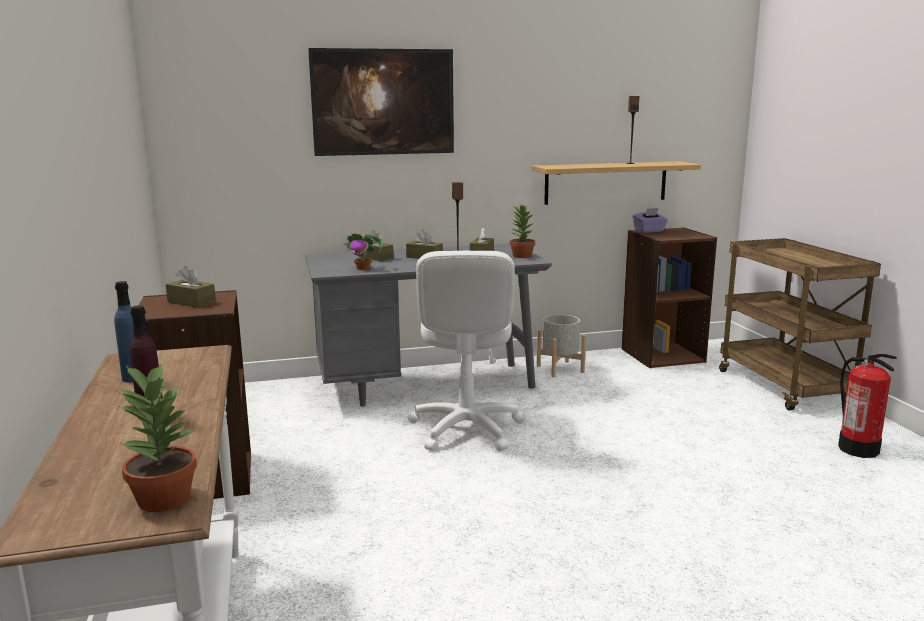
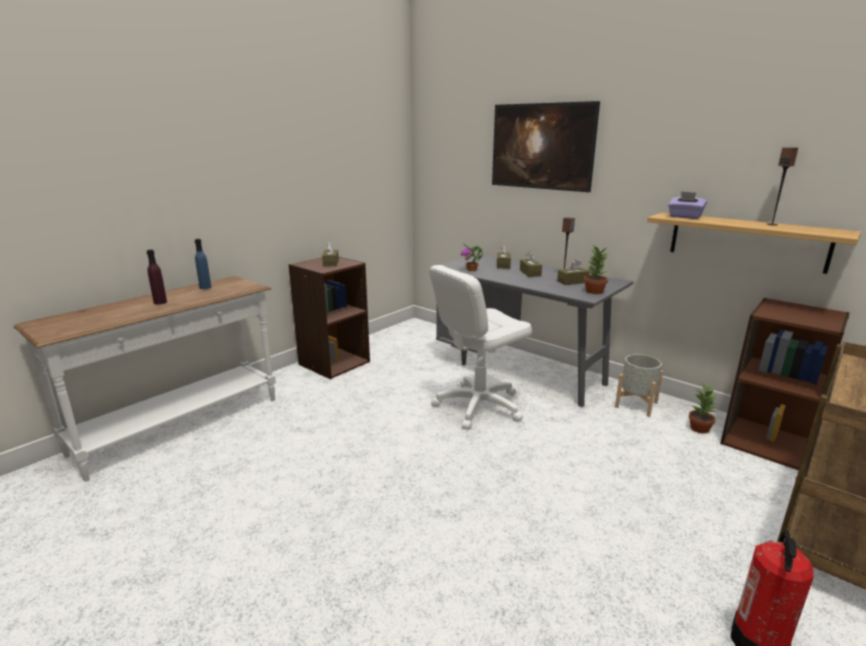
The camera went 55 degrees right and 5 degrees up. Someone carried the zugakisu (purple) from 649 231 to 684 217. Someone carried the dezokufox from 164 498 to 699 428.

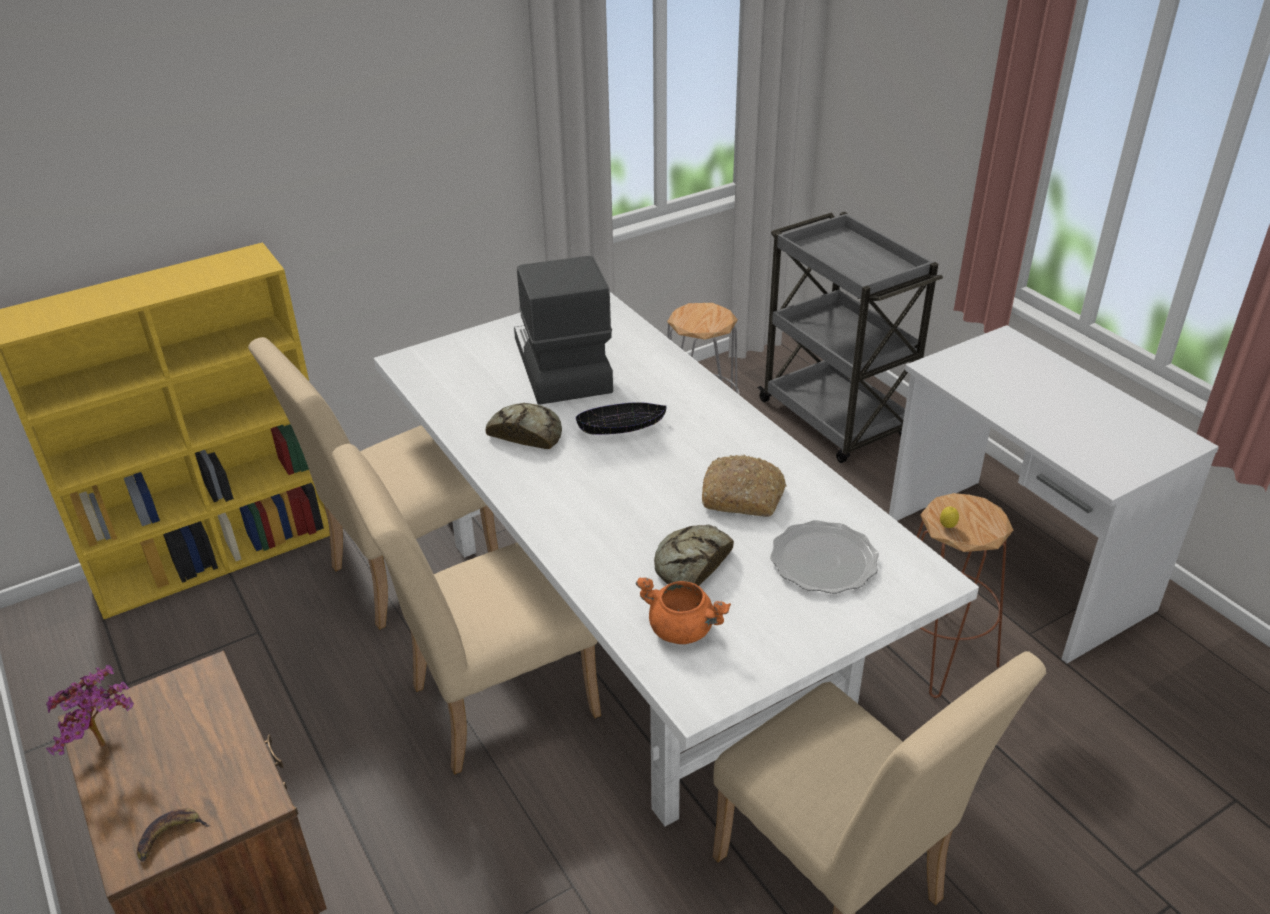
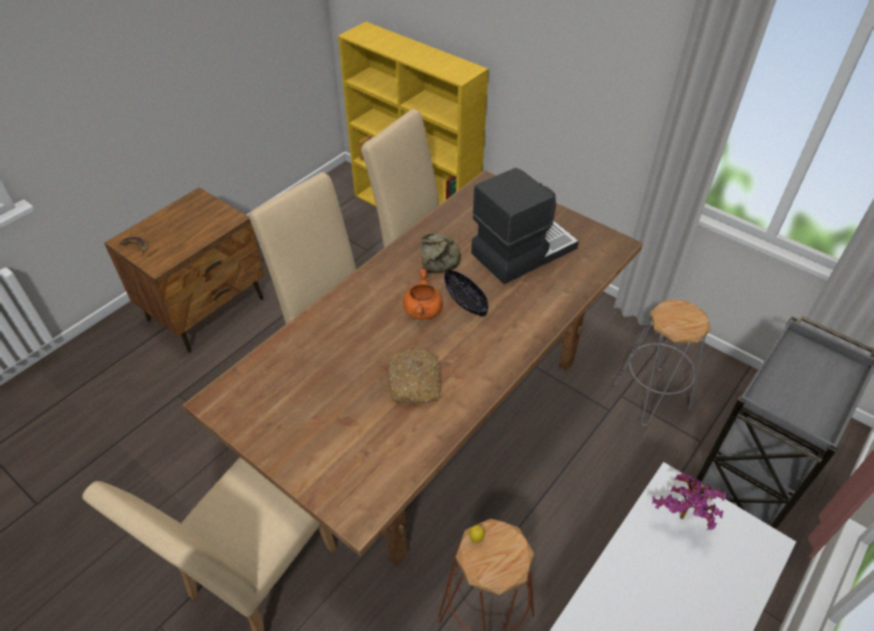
The camera went 70 degrees right and 10 degrees up. Someone repainted the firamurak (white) at 640 629, which became the firamurak (brown) at 436 416. Someone took away the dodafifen at 824 561. Someone took away the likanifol at 691 564. Someone carried the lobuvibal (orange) from 683 629 to 423 311. Someone carried the dezokufox from 107 747 to 682 522.

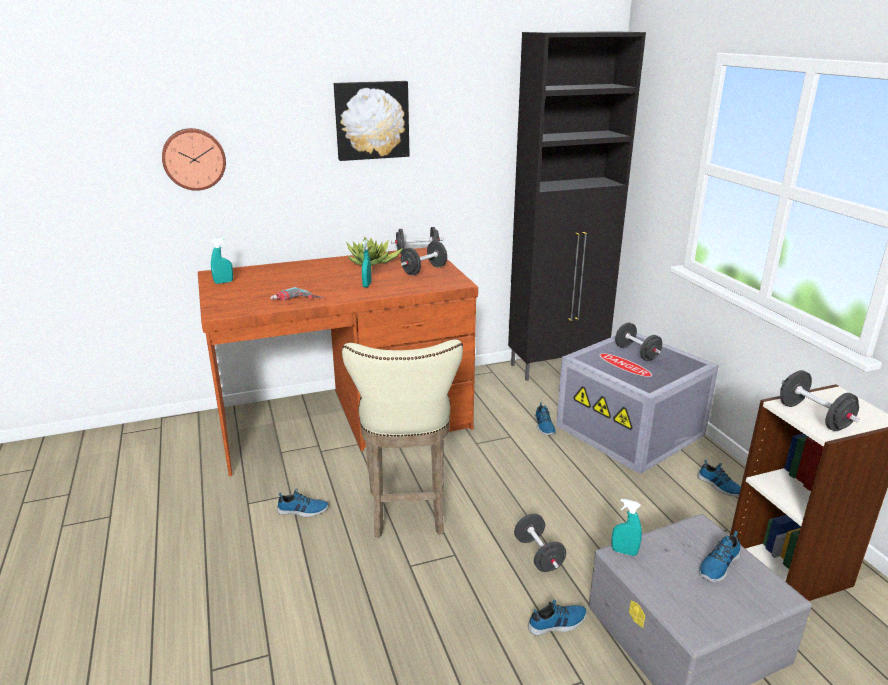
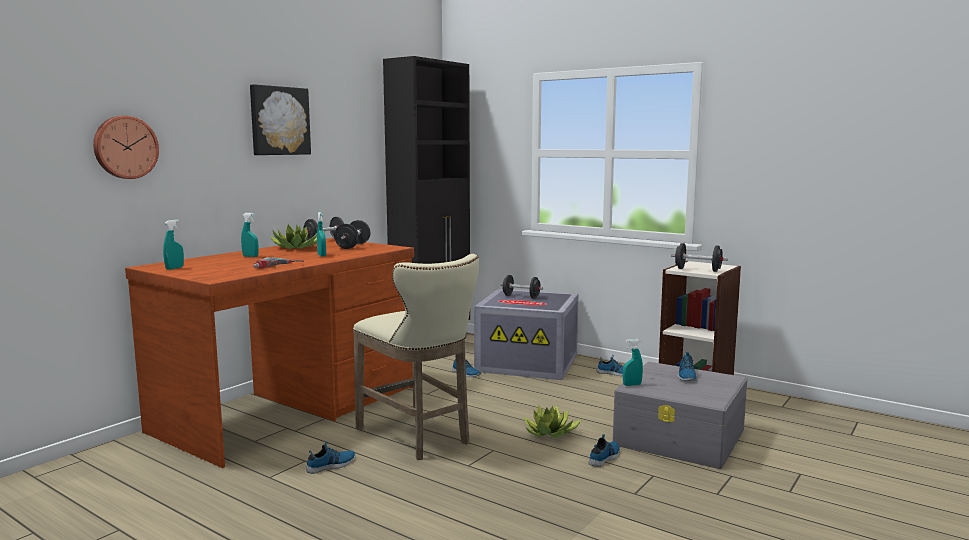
The camera went 35 degrees left and 15 degrees down. Someone swapped the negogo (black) at 538 555 for the dezokufox at 550 433. Someone put down the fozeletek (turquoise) at 250 256.

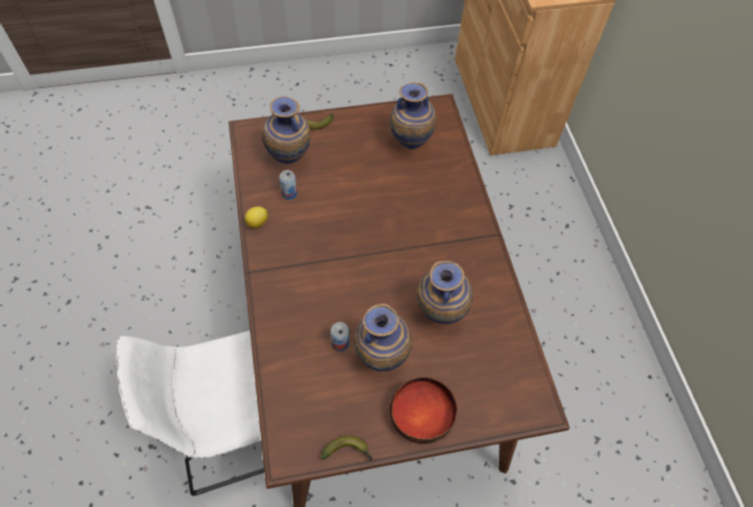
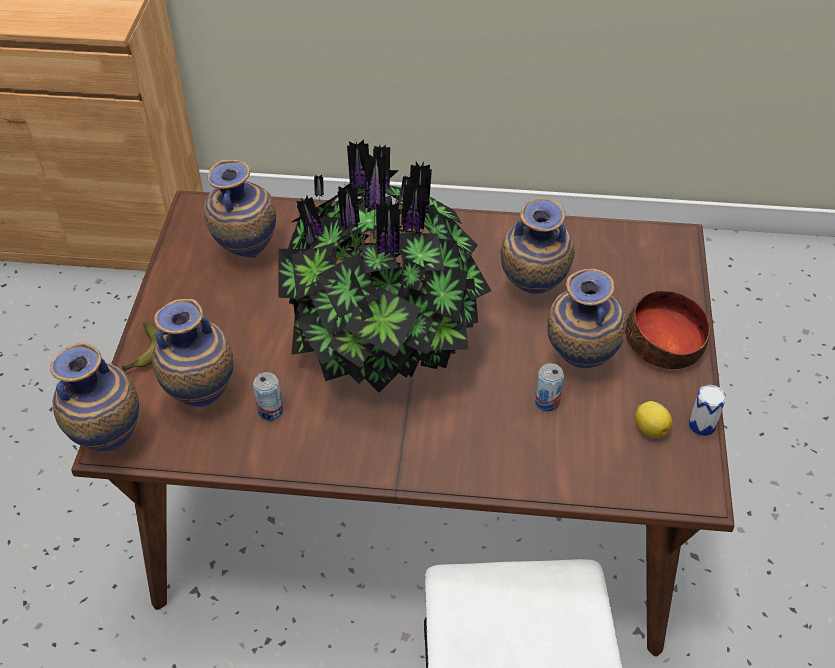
The camera went 70 degrees left and 10 degrees down. Someone carried the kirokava from 258 222 to 650 428. Someone swapped the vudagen at 348 452 for the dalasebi at 702 425. Someone put down the dezokufox at 385 344. Someone put down the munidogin at 110 441.

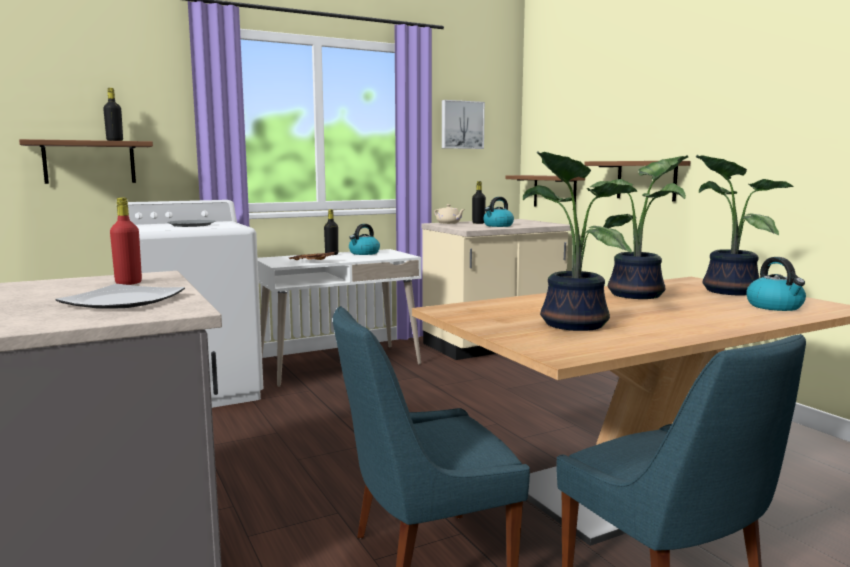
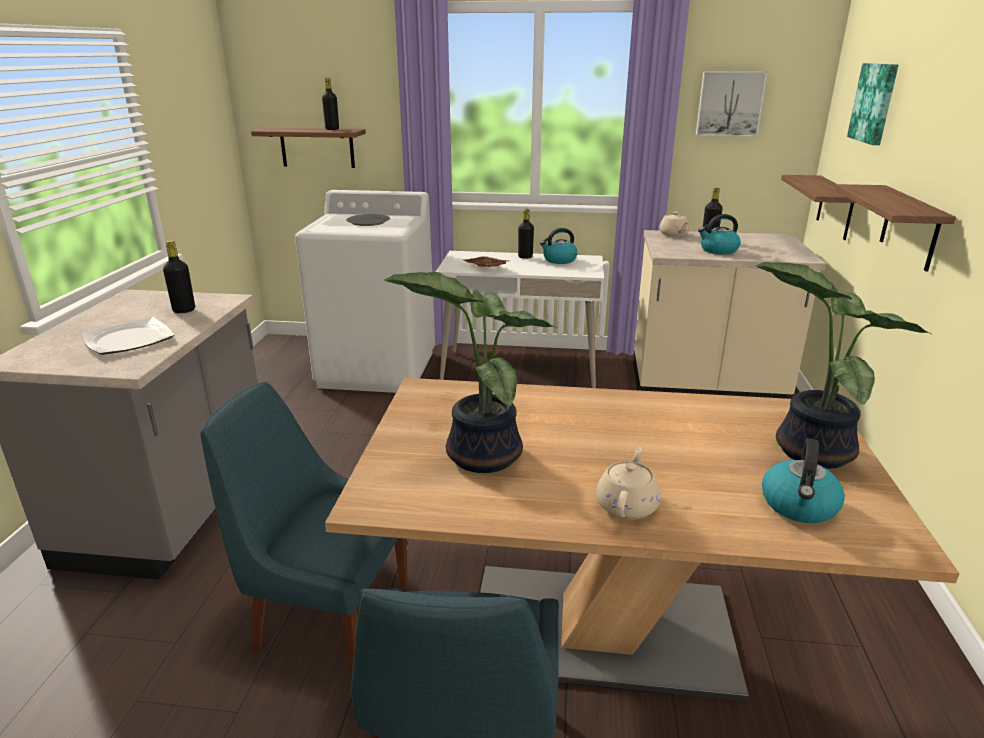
The camera went 35 degrees right and 15 degrees up. Someone took away the dezokufox at 639 295. Someone repainted the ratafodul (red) at 128 283, which became the ratafodul (black) at 184 310. Someone put up the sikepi at 875 103. Someone put down the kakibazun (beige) at 627 505.

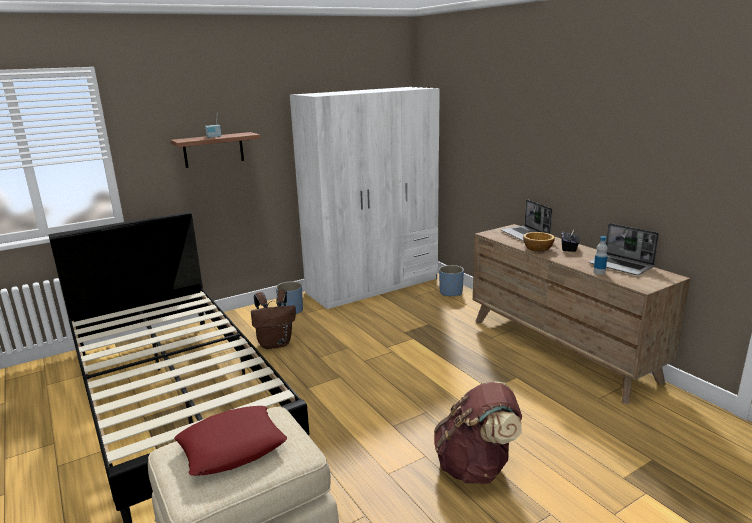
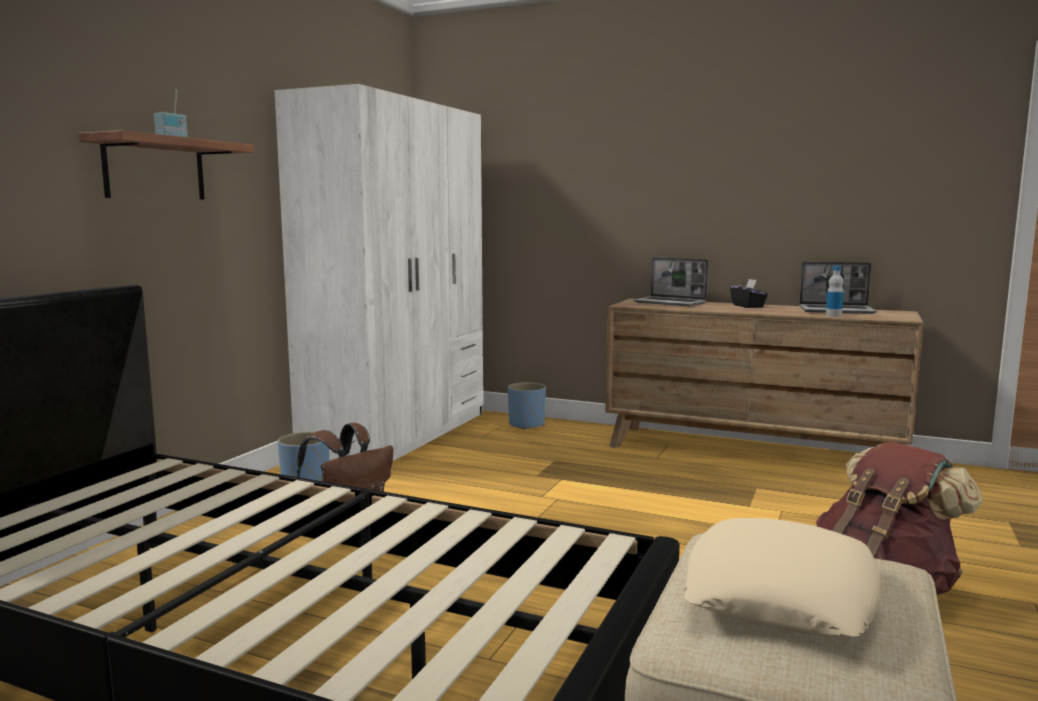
The camera went 35 degrees left and 10 degrees down. Someone took away the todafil at 537 248. Someone repainted the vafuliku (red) at 232 447, which became the vafuliku (beige) at 779 593.

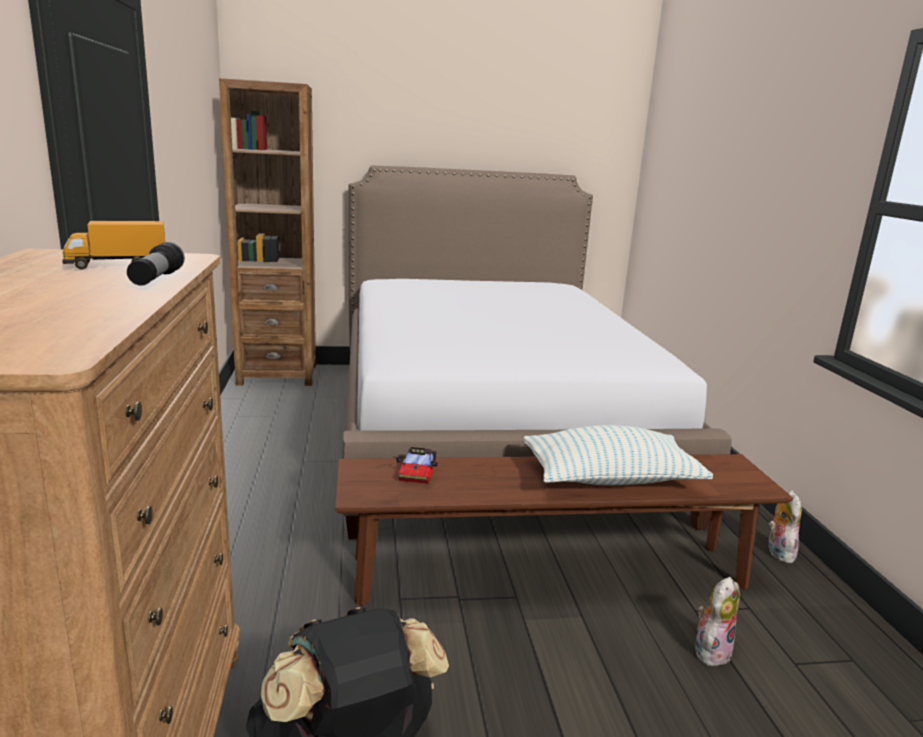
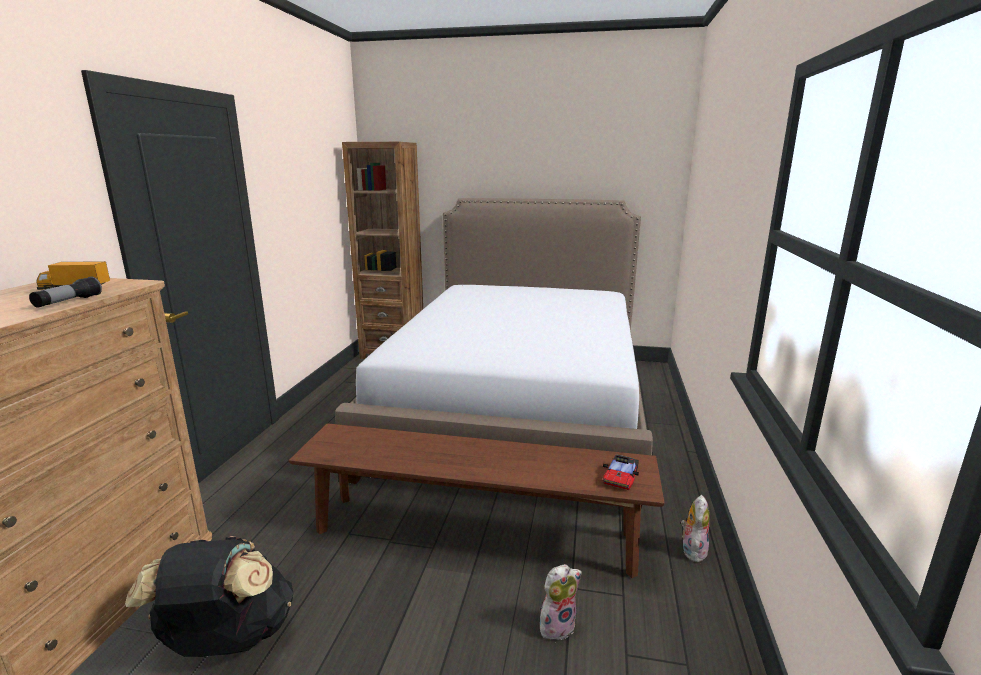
The camera went 20 degrees right and 0 degrees up. Someone took away the vafuliku at 610 479. Someone carried the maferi from 417 472 to 621 477.

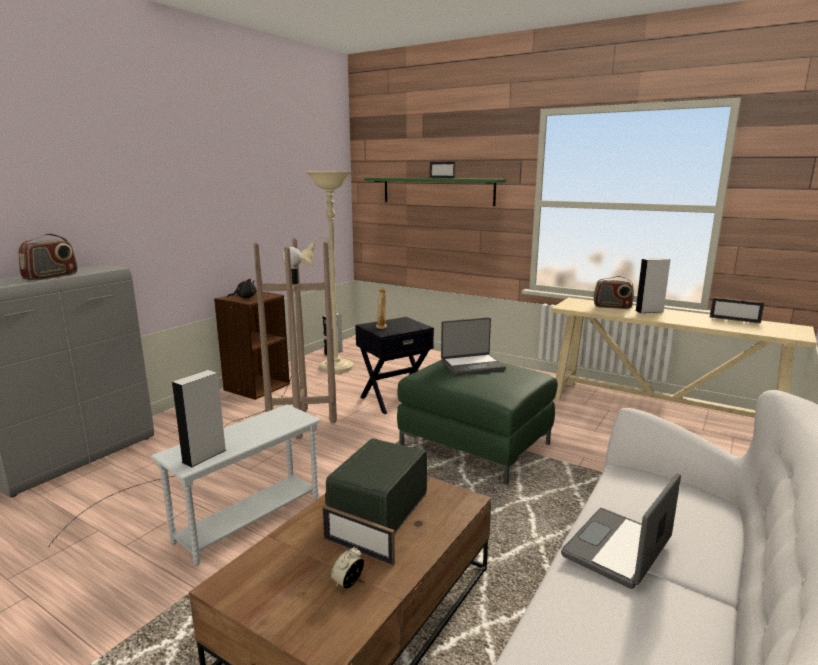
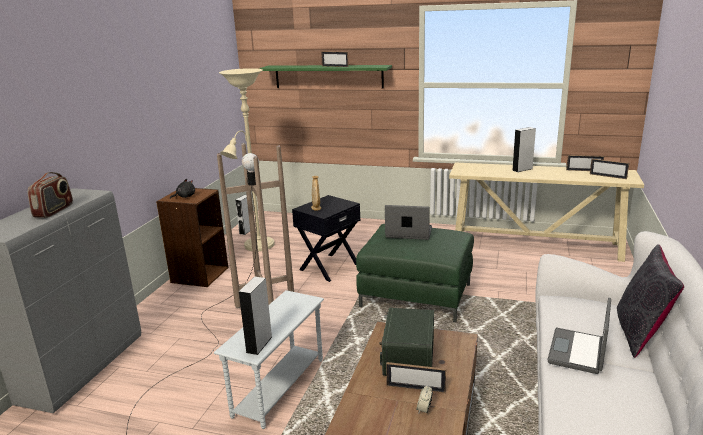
The camera went 15 degrees left and 5 degrees up. Someone took away the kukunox at 612 307. Someone rotated the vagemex at 472 365 by 135 degrees counterclockwise. Someone put down the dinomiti at 608 176. Someone put down the vafuliku (black) at 640 333.

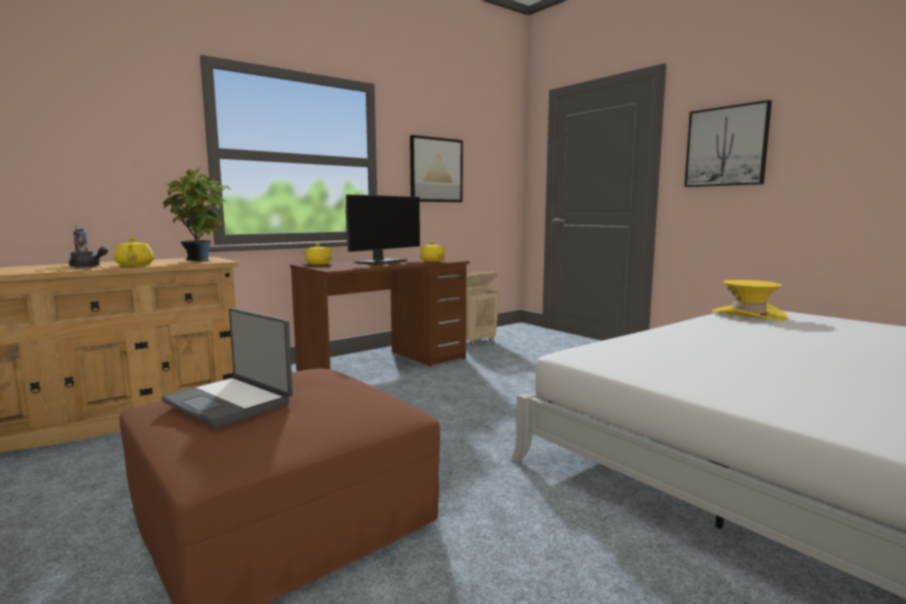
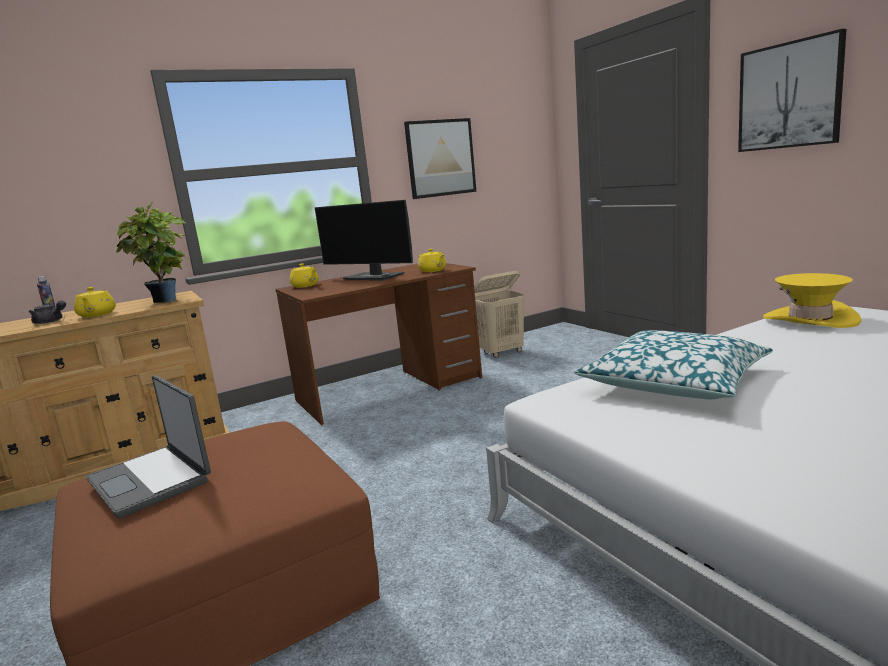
The camera went 10 degrees right and 5 degrees up. Someone rotated the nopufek at 381 262 by 75 degrees clockwise. Someone put down the vafuliku at 674 383.

